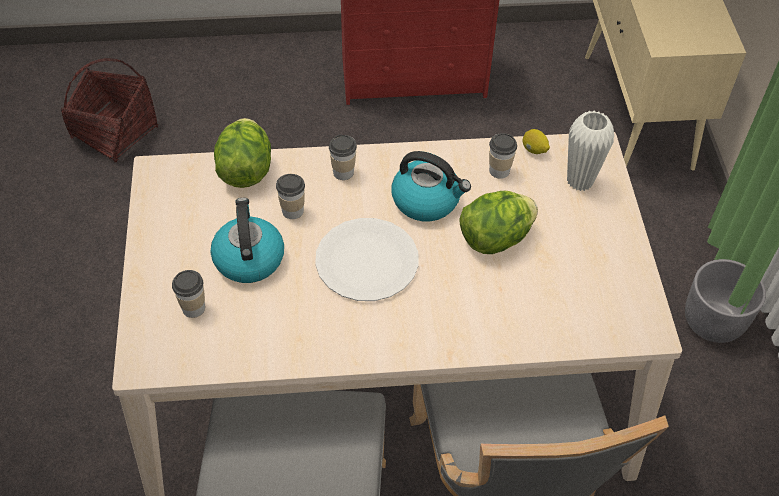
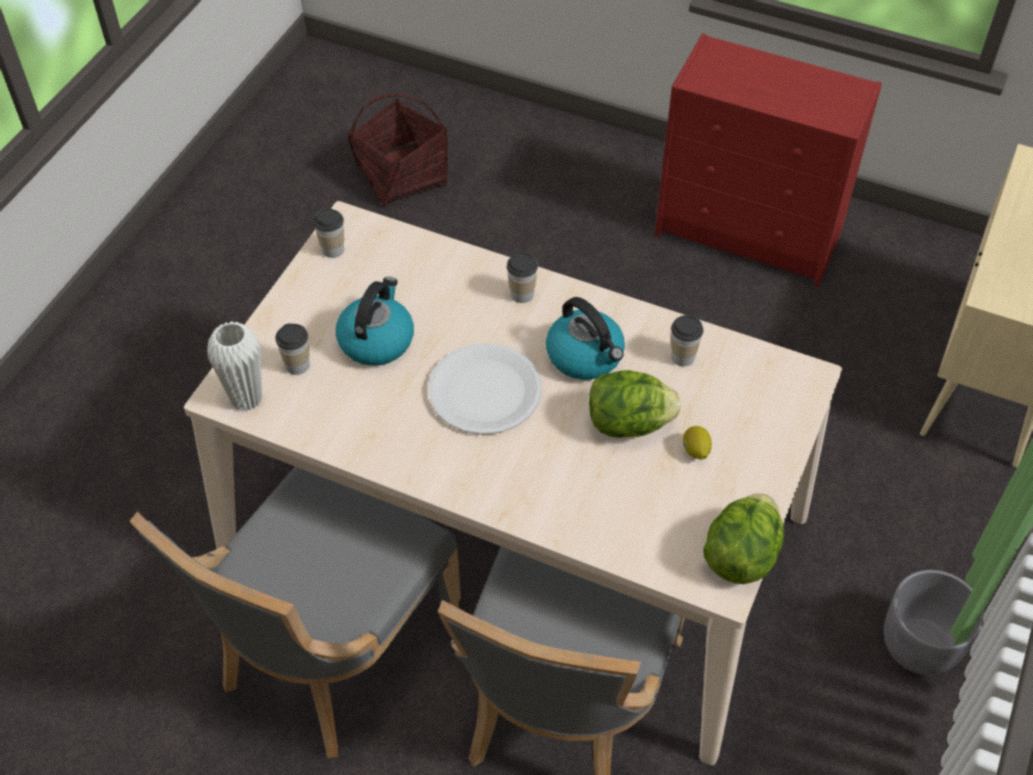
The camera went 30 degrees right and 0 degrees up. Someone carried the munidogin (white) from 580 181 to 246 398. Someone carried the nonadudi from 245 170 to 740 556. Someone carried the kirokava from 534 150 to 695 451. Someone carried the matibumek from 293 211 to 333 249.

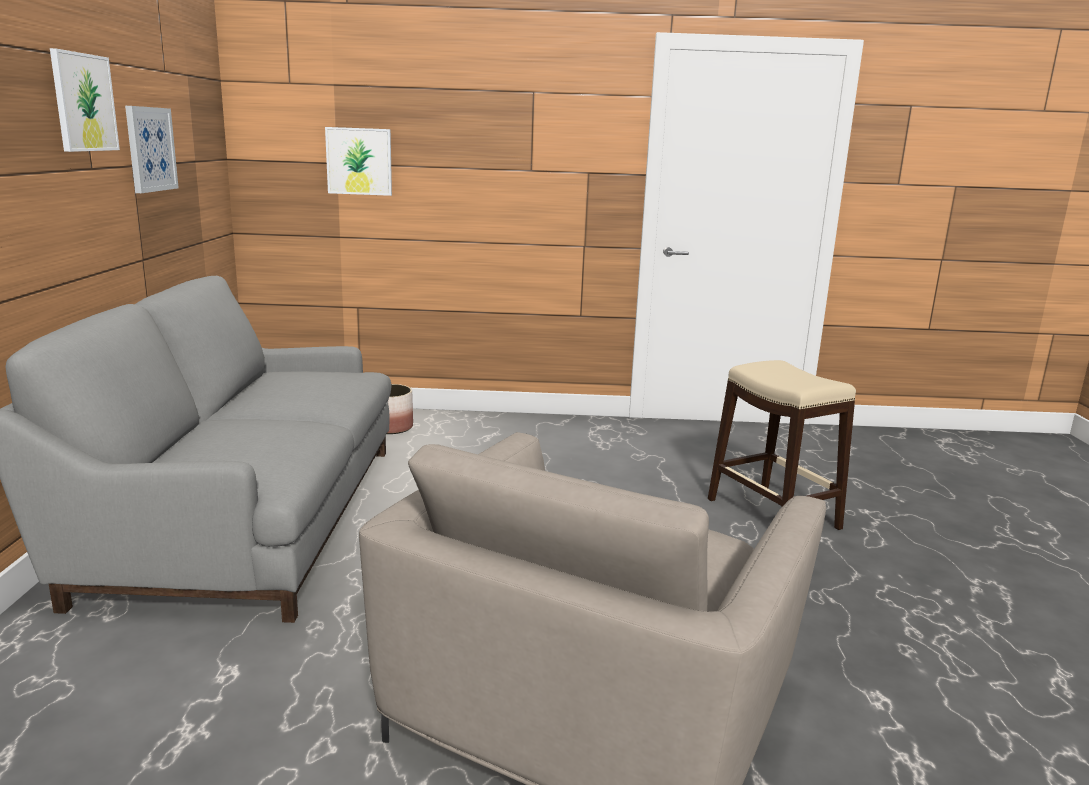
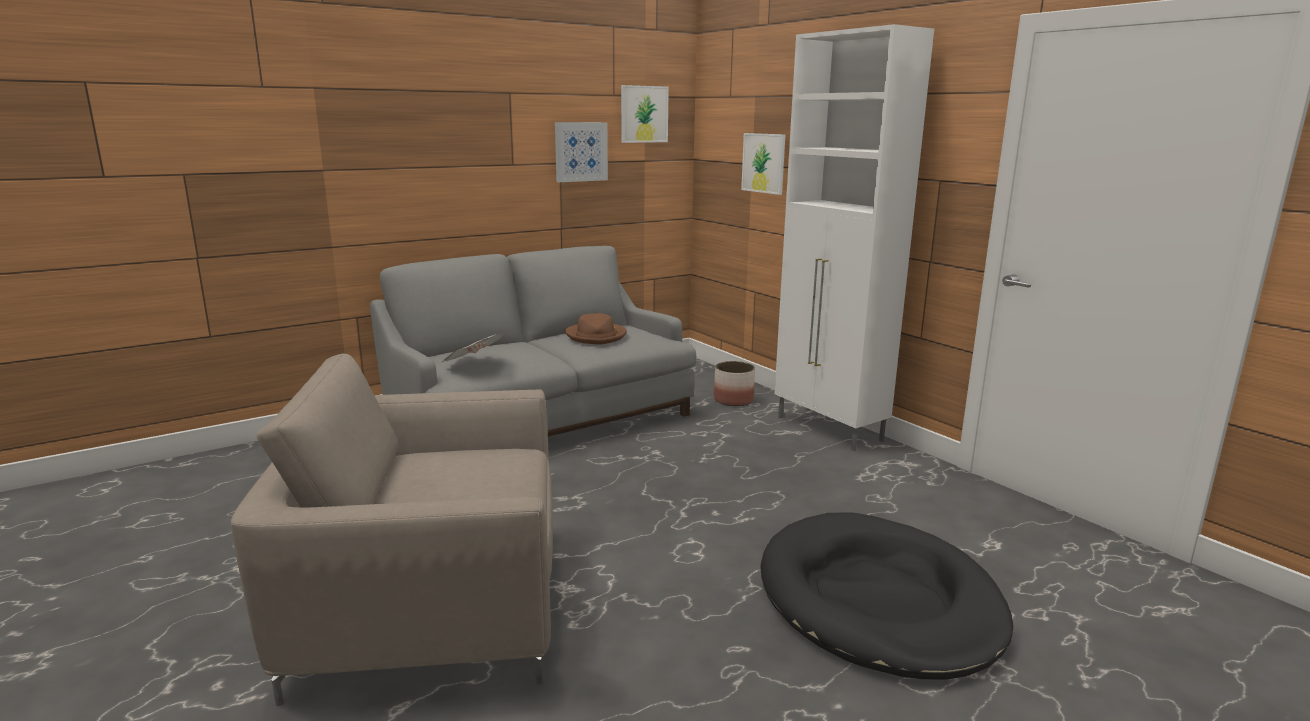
The camera went 55 degrees right and 0 degrees up. Someone carried the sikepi from 84 102 to 644 114. Someone swapped the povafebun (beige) at 773 513 for the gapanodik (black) at 878 601. Someone put down the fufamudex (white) at 829 429. Someone put down the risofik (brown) at 596 336. Someone put down the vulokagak at 473 364.

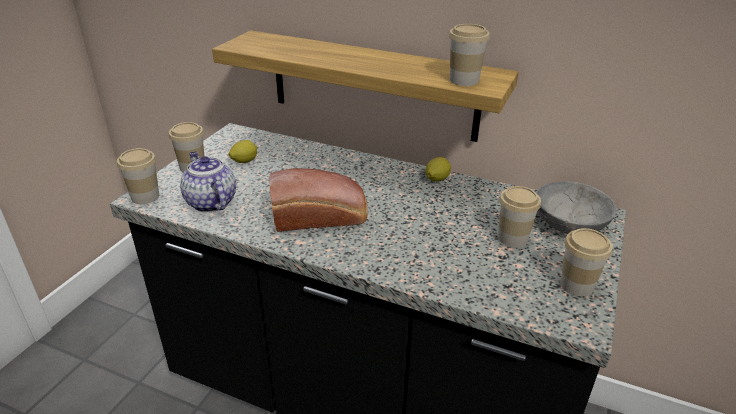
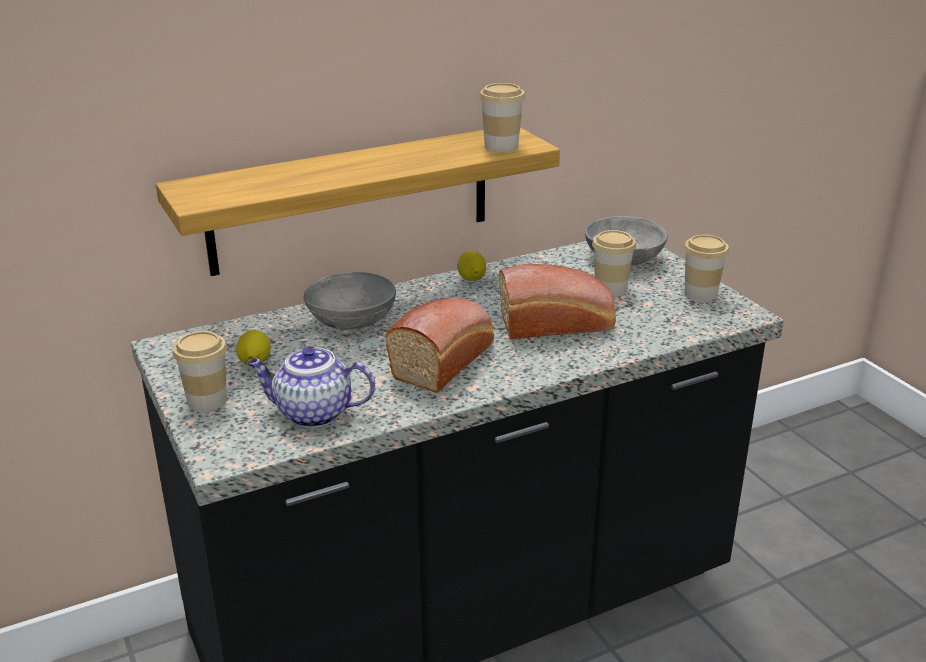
The camera went 50 degrees left and 5 degrees down. Someone took away the matibumek at 145 197. Someone put down the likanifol at 558 324. Someone put down the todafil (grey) at 352 320.

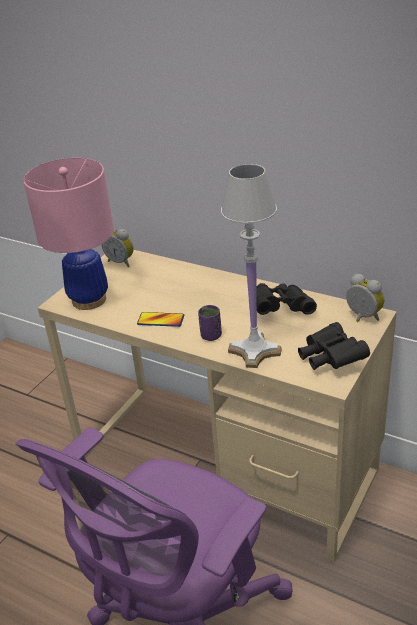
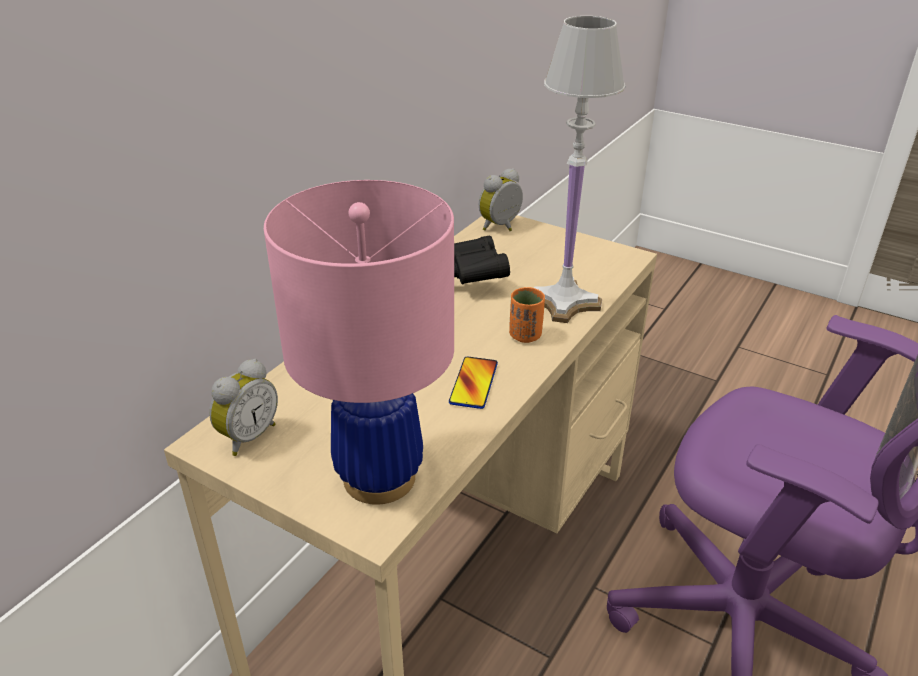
The camera went 90 degrees left and 0 degrees up. Someone repainted the matibumek (purple) at 211 336, which became the matibumek (orange) at 525 335. Someone took away the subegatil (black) at 330 358.

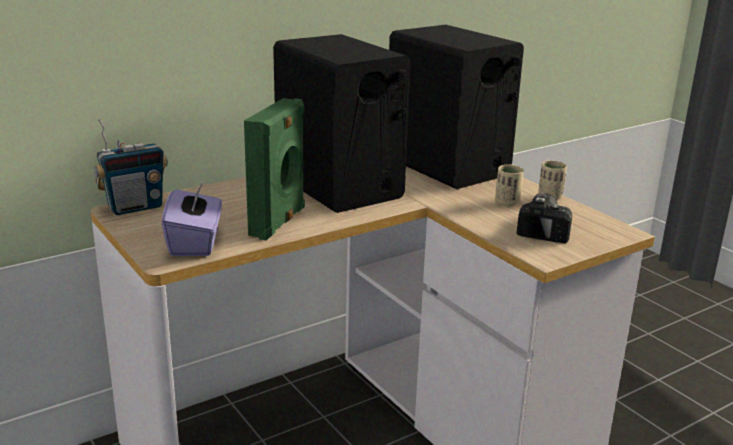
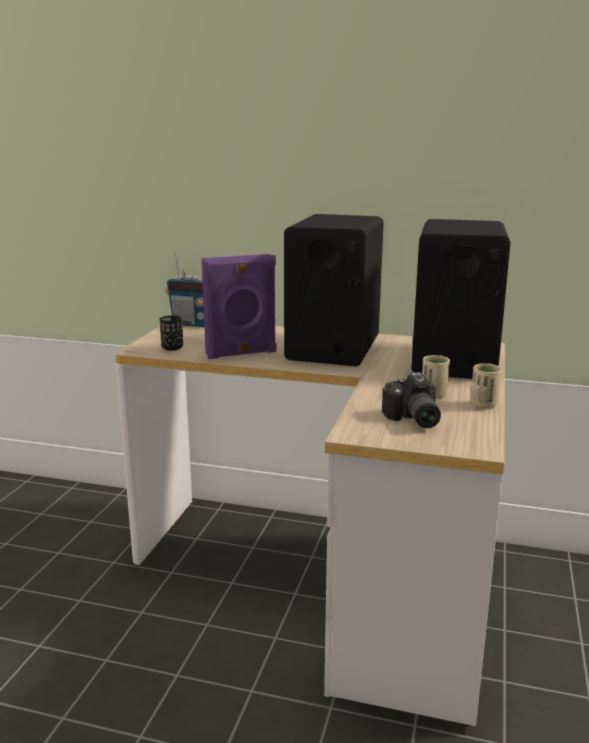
The camera went 50 degrees right and 5 degrees down. Someone repainted the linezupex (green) at 279 222, which became the linezupex (purple) at 241 353. Someone swapped the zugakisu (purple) at 195 243 for the matibumek (black) at 172 348. Someone rotated the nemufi at 546 228 by 105 degrees clockwise.

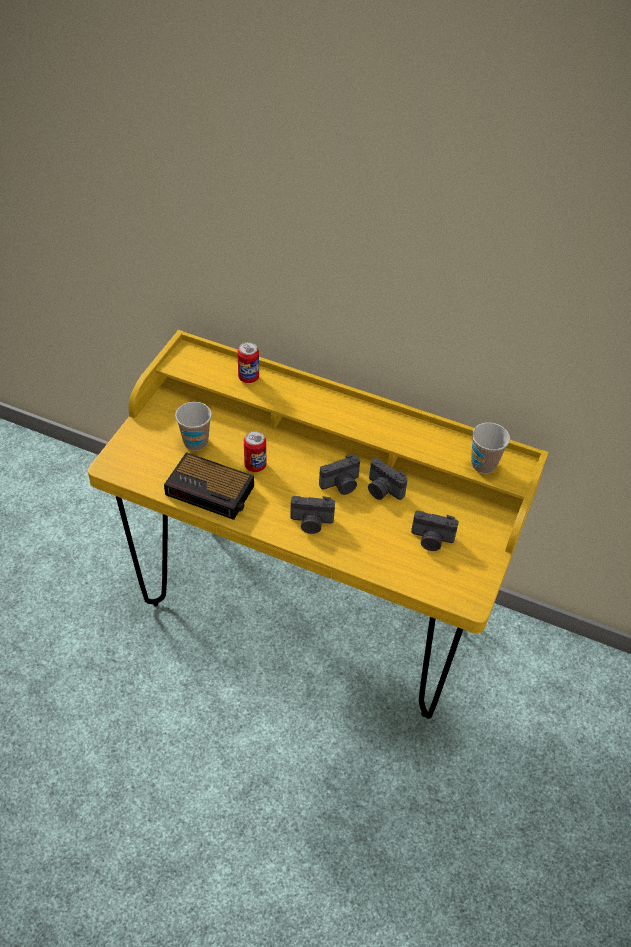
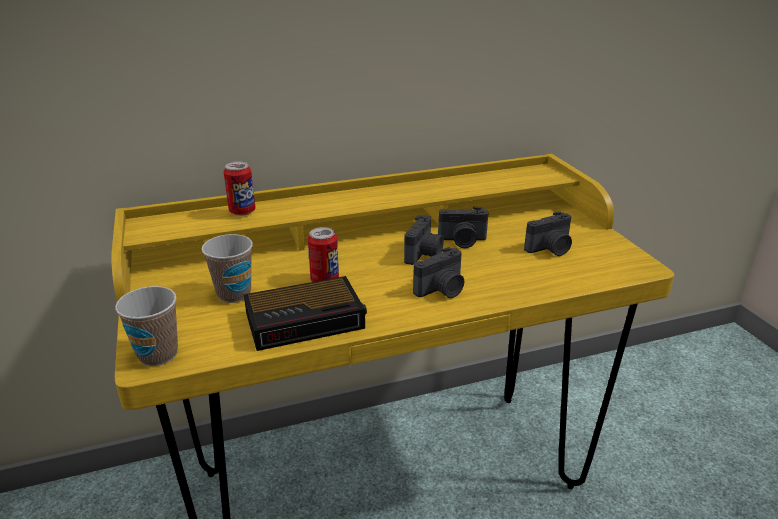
The camera went 40 degrees left and 20 degrees down. Someone carried the matibumek from 483 464 to 158 354.

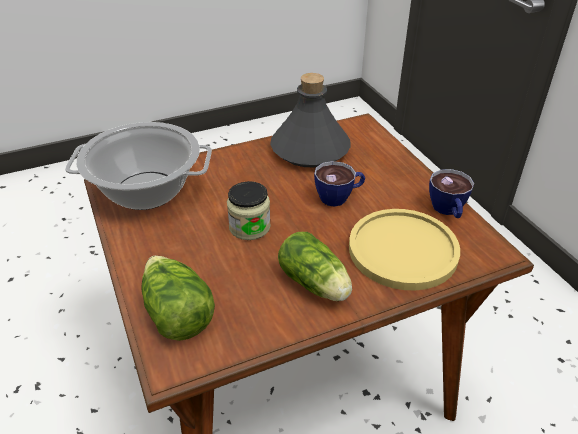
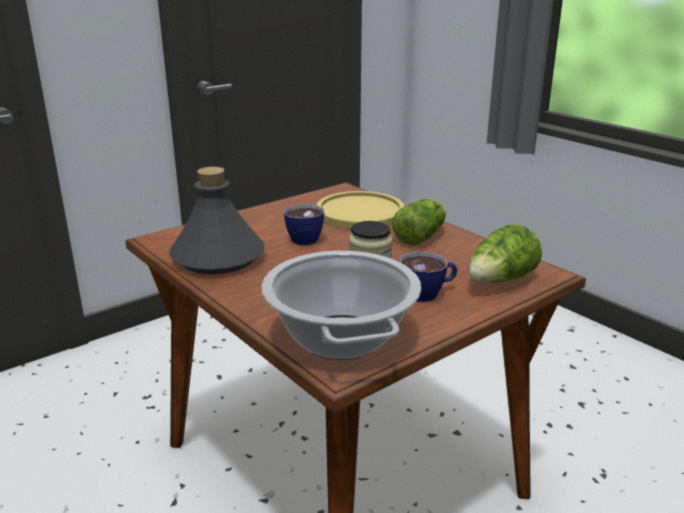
The camera went 105 degrees left and 15 degrees down. Someone carried the matibumek from 448 211 to 428 293.

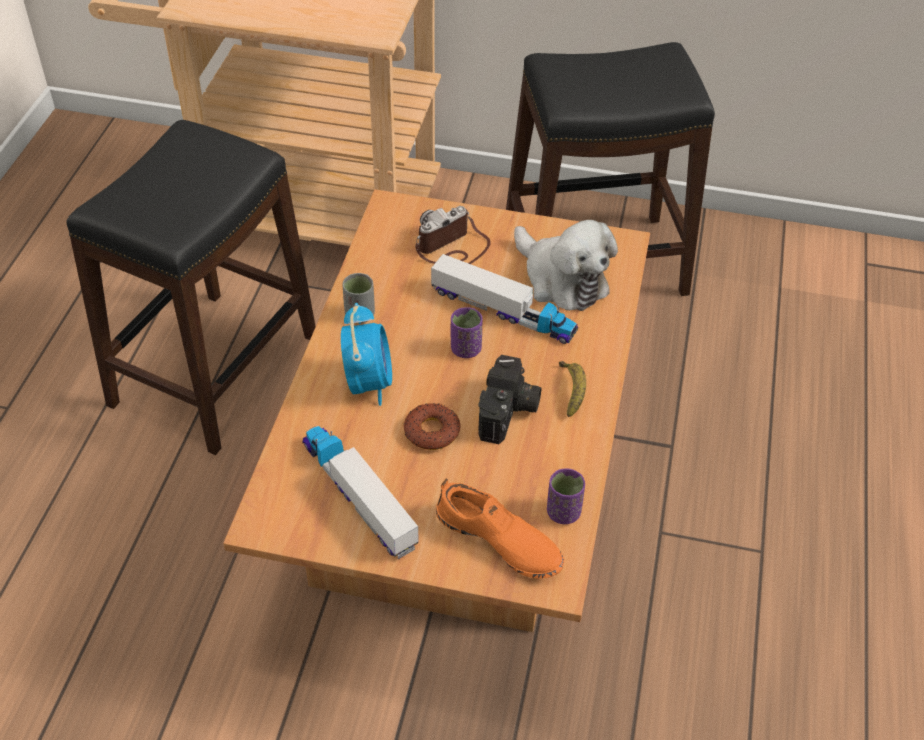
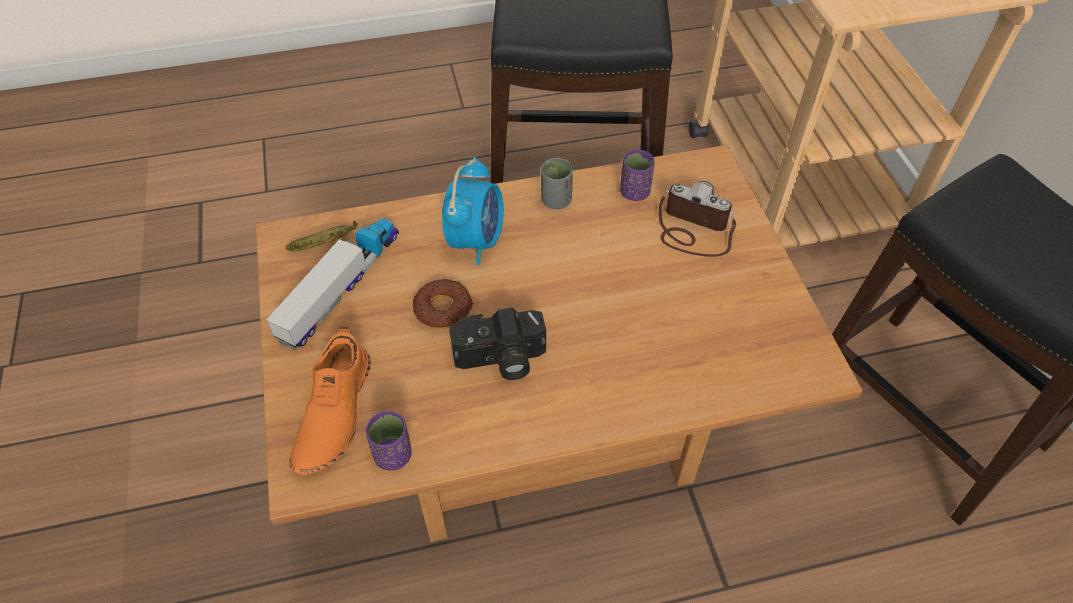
The camera went 65 degrees right and 5 degrees up. Someone took away the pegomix at 561 279. Someone took away the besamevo at 503 311. Someone rotated the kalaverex at 368 383 by 45 degrees counterclockwise. Someone carried the matibumek (purple) from 465 349 to 634 192. Someone carried the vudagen from 572 391 to 326 244.

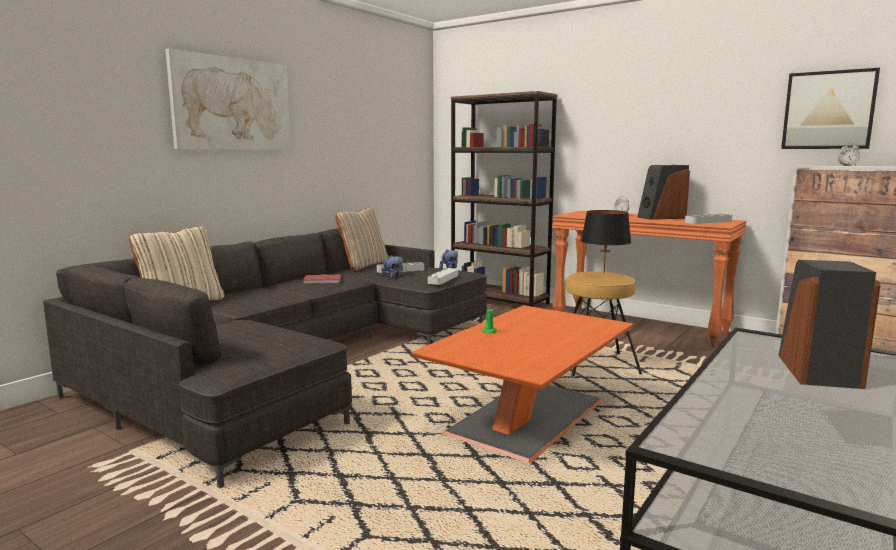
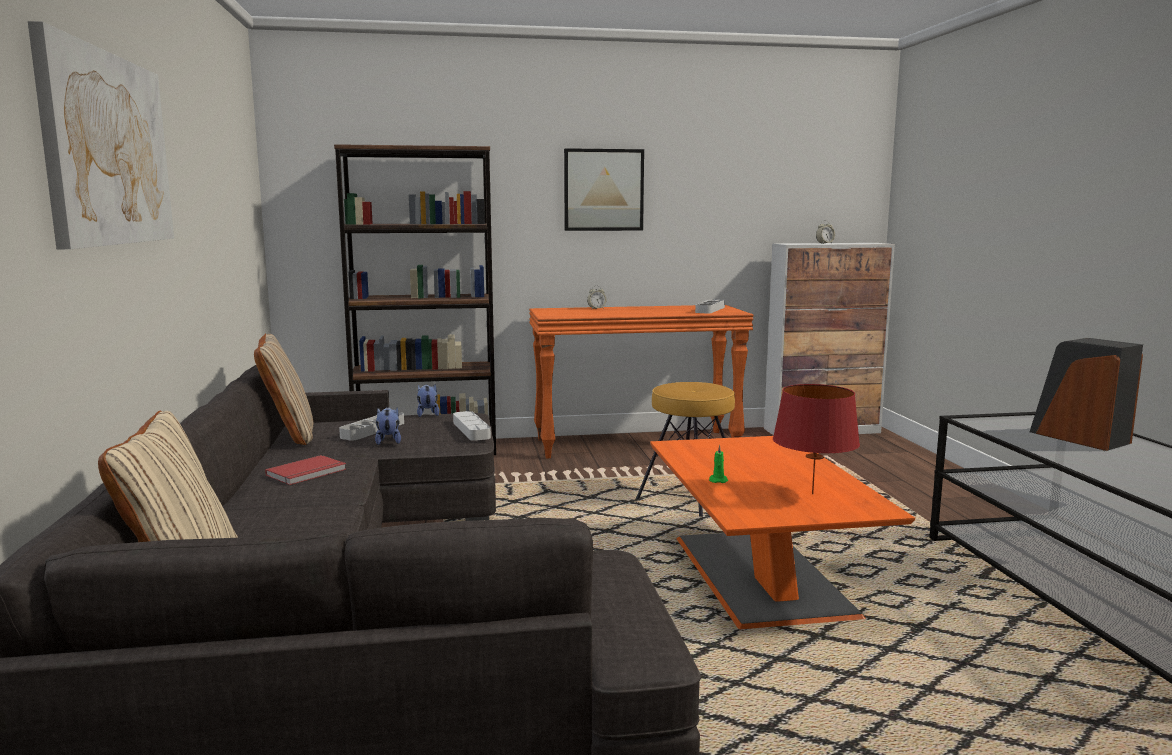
The camera went 45 degrees left and 0 degrees up. Someone carried the sikepi from 828 110 to 603 190. Someone took away the linezupex at 661 217. Someone took away the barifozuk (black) at 604 273. Someone put down the barifozuk (red) at 812 494.

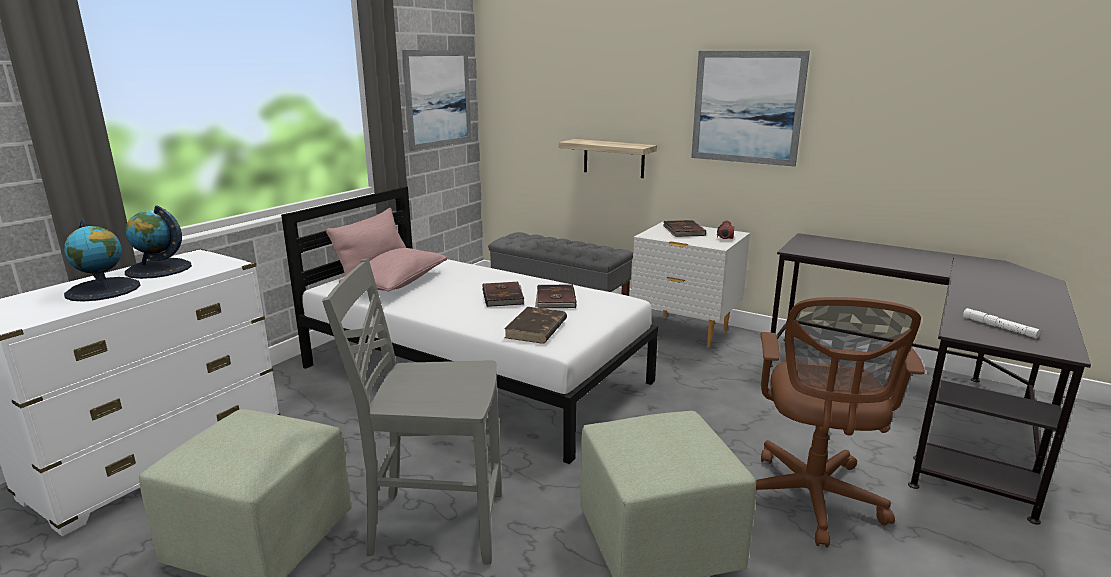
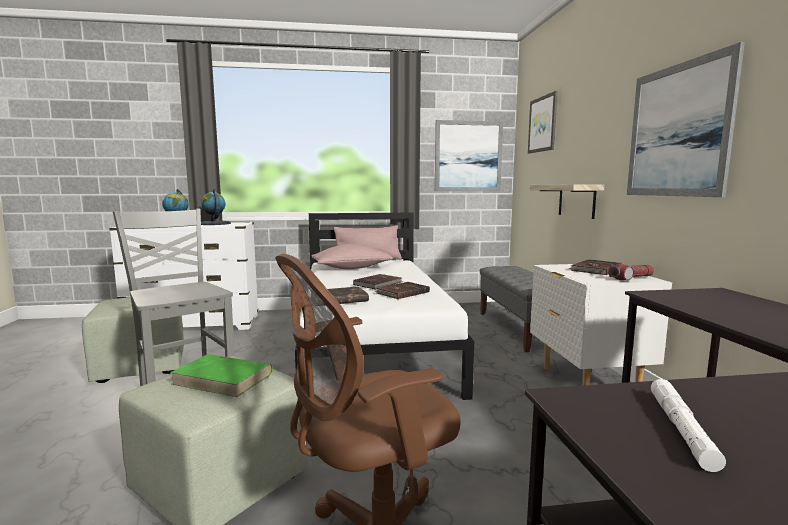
The camera went 50 degrees right and 10 degrees down. Someone put up the sikepi at 543 124. Someone put down the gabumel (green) at 224 379.

